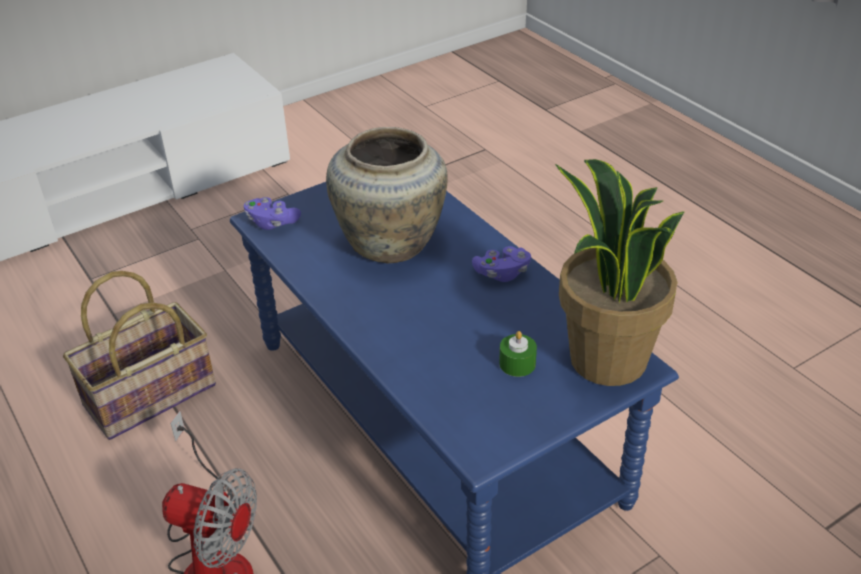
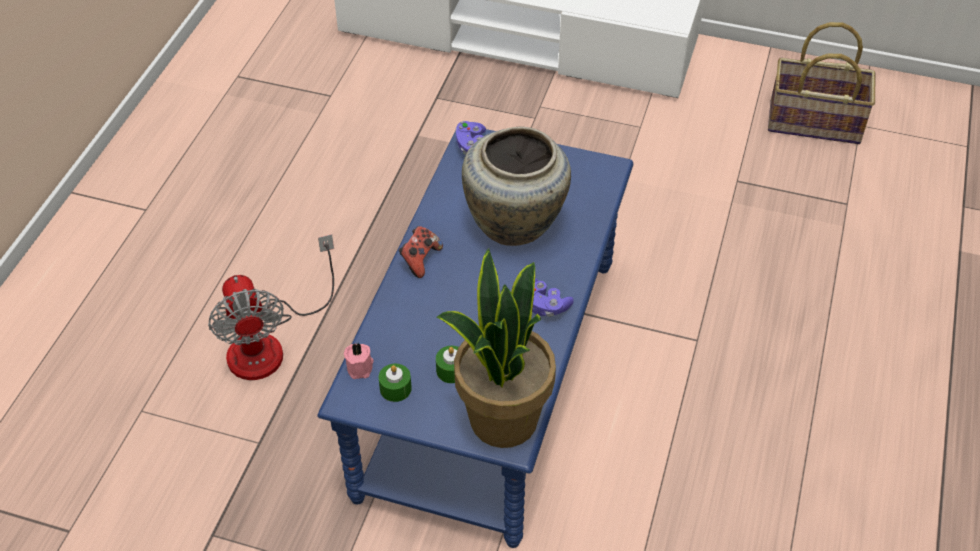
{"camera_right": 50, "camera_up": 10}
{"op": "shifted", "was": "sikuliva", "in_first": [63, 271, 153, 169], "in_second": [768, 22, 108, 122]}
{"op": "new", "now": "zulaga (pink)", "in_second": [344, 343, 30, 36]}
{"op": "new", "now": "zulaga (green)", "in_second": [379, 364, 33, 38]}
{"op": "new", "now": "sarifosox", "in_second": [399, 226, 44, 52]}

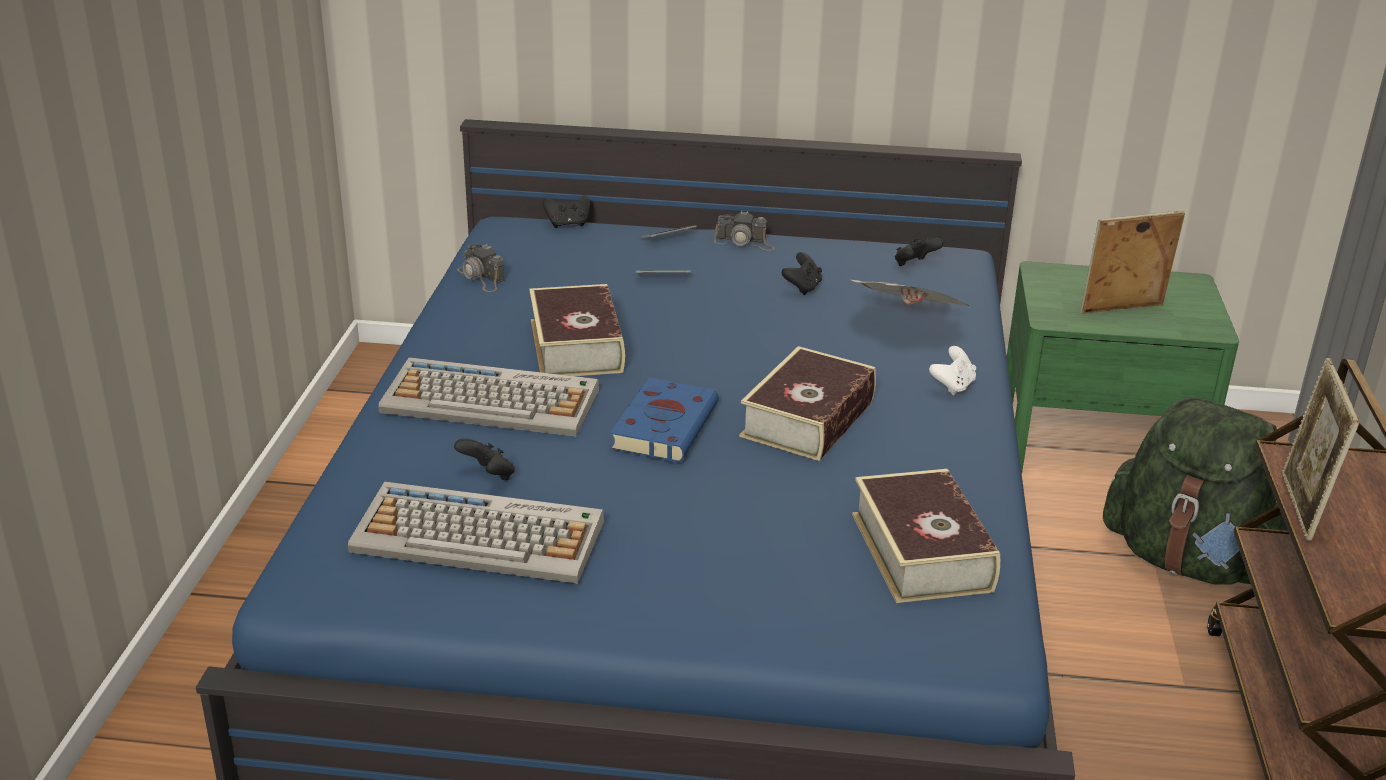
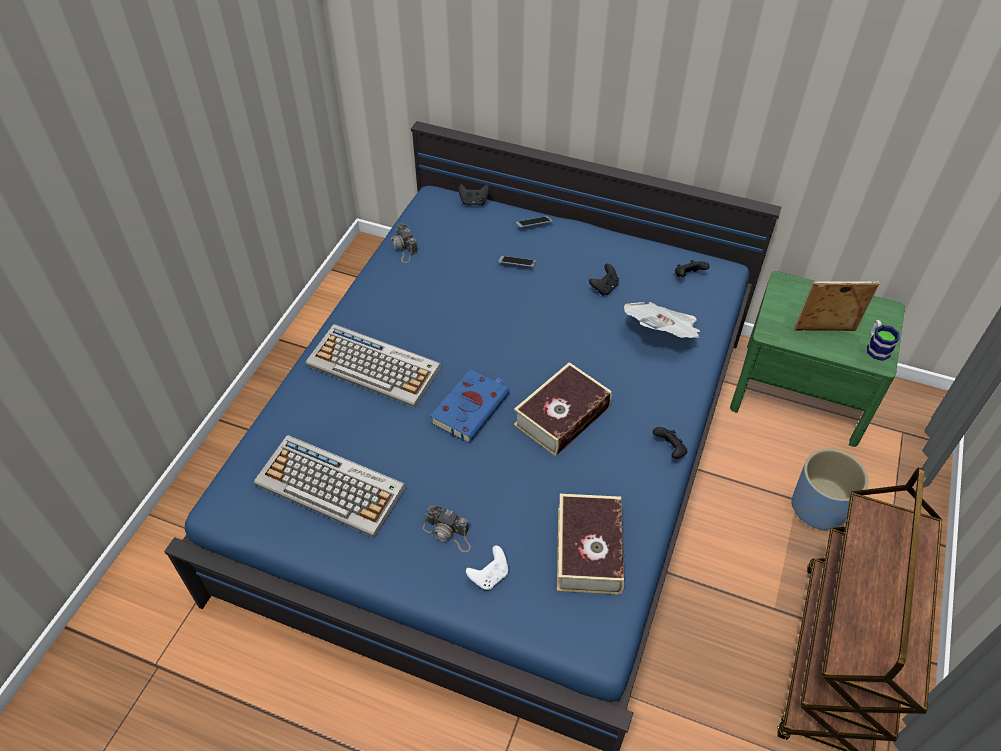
{"camera_right": 15, "camera_up": 20}
{"op": "shifted", "was": "sarifosox (black)", "in_first": [454, 439, 61, 41], "in_second": [653, 427, 35, 32]}
{"op": "gone", "was": "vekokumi", "in_first": [529, 284, 96, 92]}
{"op": "shifted", "was": "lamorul", "in_first": [714, 211, 61, 40], "in_second": [423, 506, 48, 46]}
{"op": "shifted", "was": "sarifosox (white)", "in_first": [929, 346, 47, 49], "in_second": [466, 545, 42, 45]}
{"op": "swapped", "was": "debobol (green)", "now": "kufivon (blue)", "in_first": [1103, 398, 185, 187], "in_second": [792, 449, 76, 82]}
{"op": "gone", "was": "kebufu", "in_first": [1281, 358, 79, 183]}
{"op": "new", "now": "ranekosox", "in_second": [867, 320, 33, 41]}

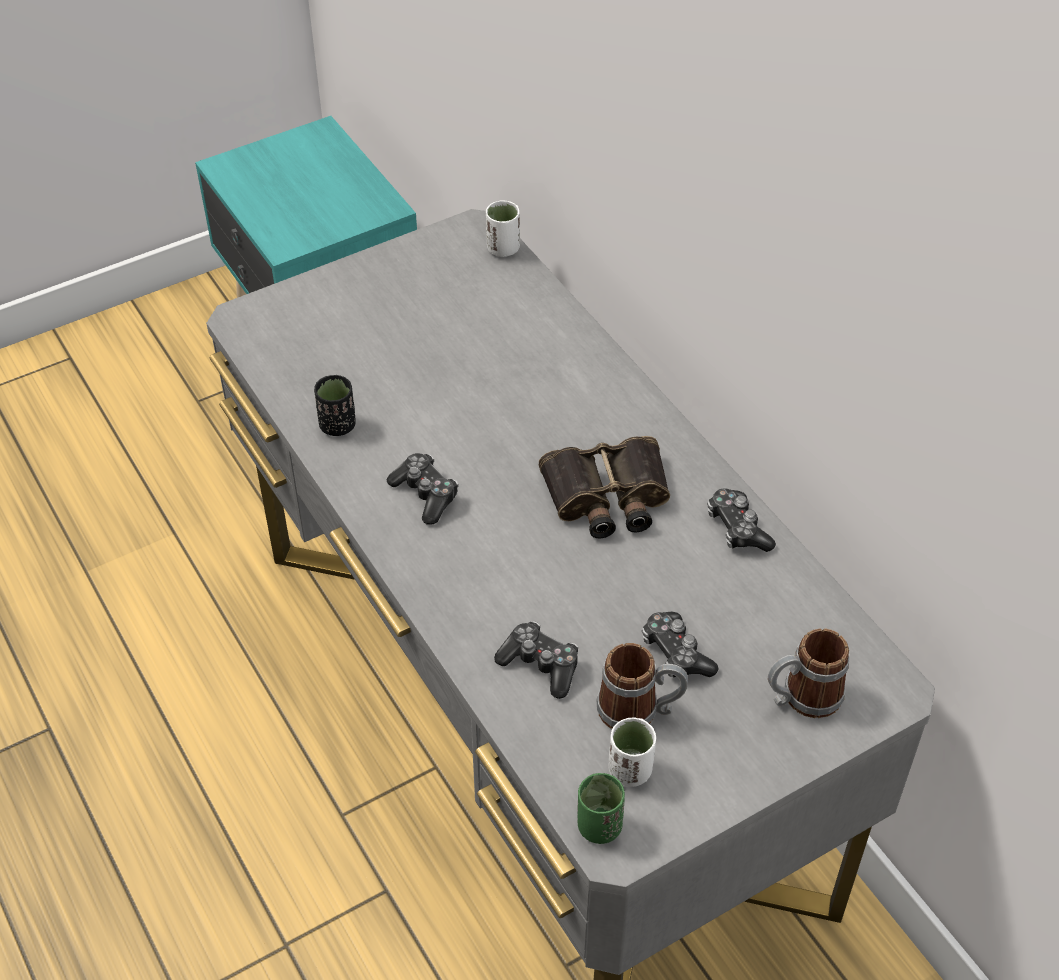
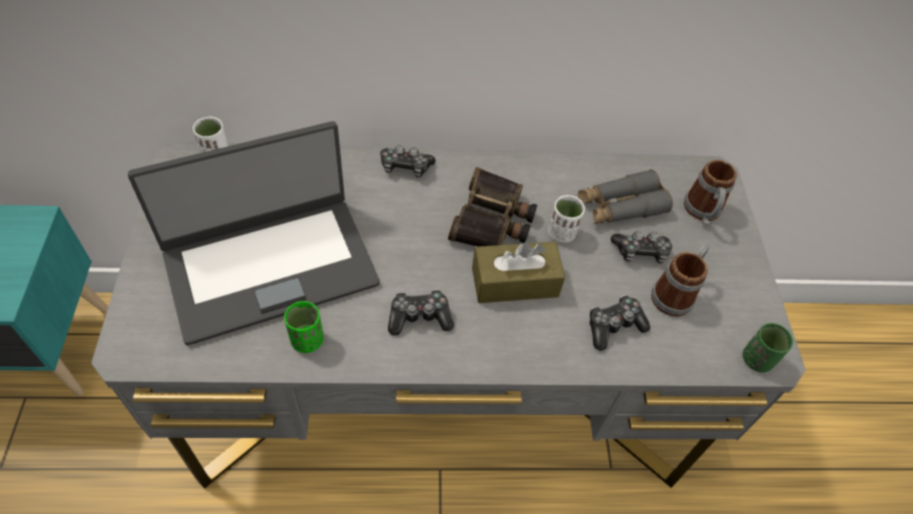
{"camera_right": -65, "camera_up": 5}
{"op": "repainted", "was": "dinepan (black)", "now": "dinepan (green)", "in_first": [314, 375, 42, 61], "in_second": [284, 301, 40, 52]}
{"op": "shifted", "was": "dinepan (white)", "in_first": [609, 718, 47, 69], "in_second": [548, 195, 37, 48]}
{"op": "shifted", "was": "sarifosox", "in_first": [707, 489, 69, 63], "in_second": [380, 145, 55, 33]}
{"op": "new", "now": "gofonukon", "in_second": [128, 121, 252, 224]}
{"op": "new", "now": "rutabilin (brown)", "in_second": [472, 242, 93, 61]}
{"op": "new", "now": "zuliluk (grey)", "in_second": [578, 169, 95, 55]}

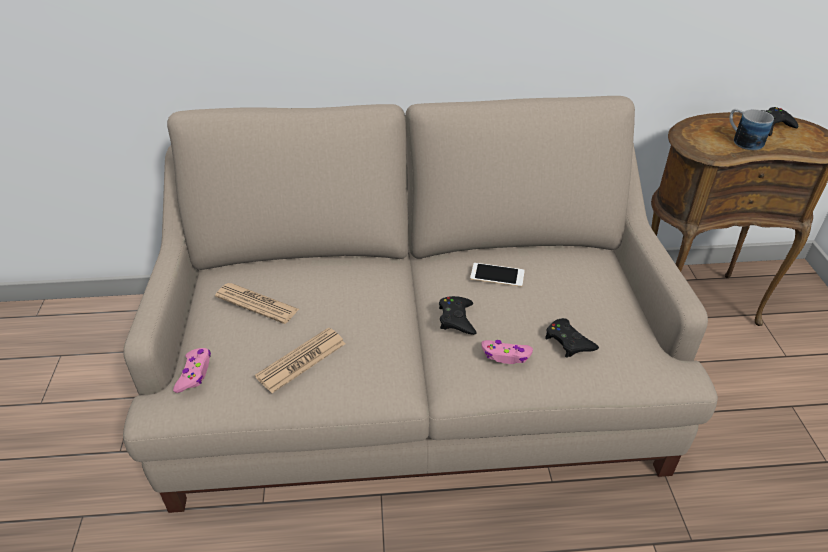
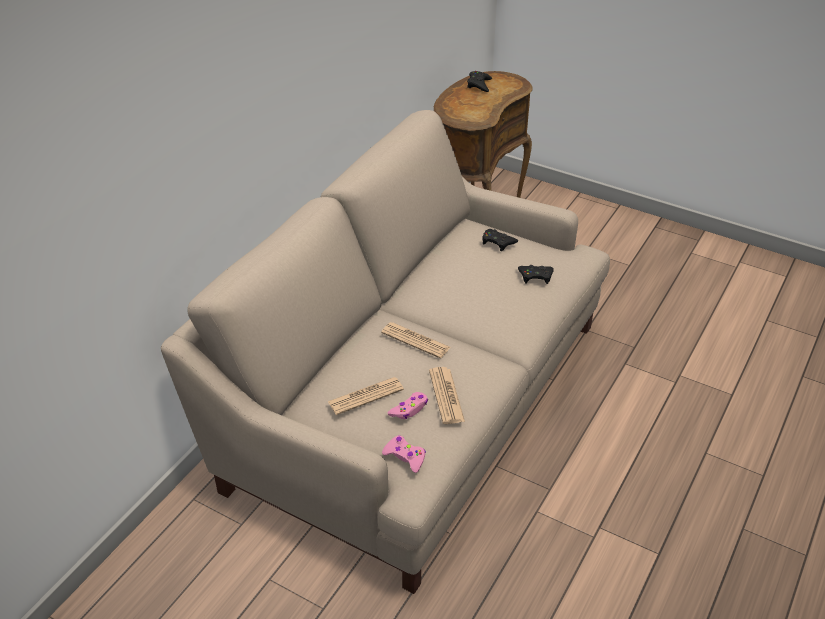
{"camera_right": -55, "camera_up": 0}
{"op": "shifted", "was": "sarifosox (black)", "in_first": [439, 296, 38, 39], "in_second": [482, 229, 36, 22]}
{"op": "gone", "was": "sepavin", "in_first": [470, 263, 55, 24]}
{"op": "shifted", "was": "sarifosox (pink)", "in_first": [481, 340, 52, 24], "in_second": [388, 392, 40, 27]}
{"op": "gone", "was": "ranekosox", "in_first": [729, 108, 45, 42]}
{"op": "new", "now": "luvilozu", "in_second": [381, 322, 70, 36]}

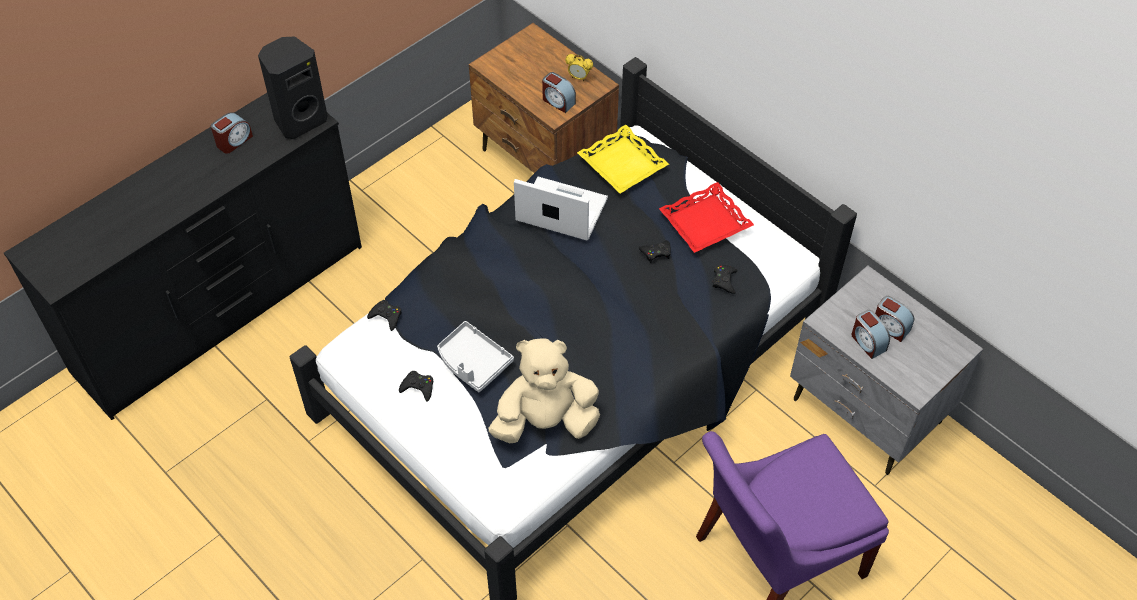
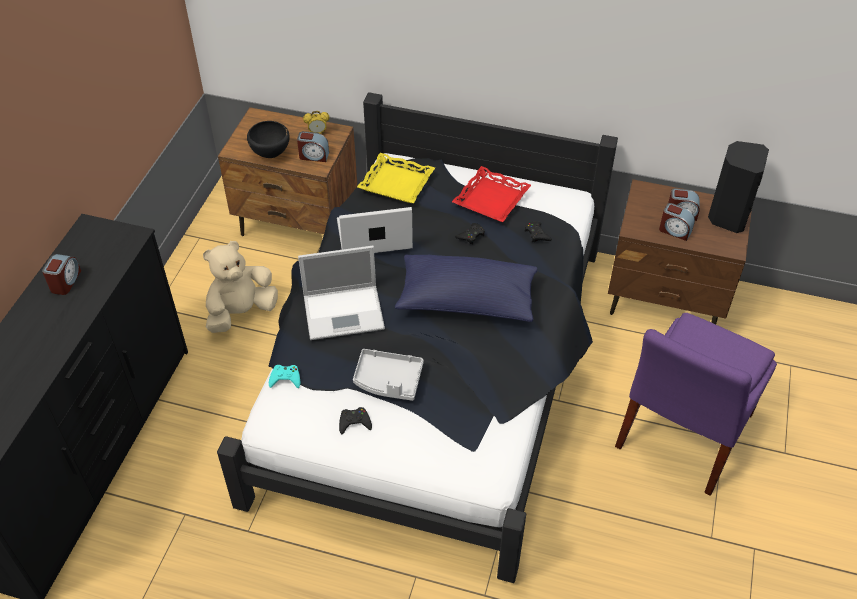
{"camera_right": -30, "camera_up": -5}
{"op": "shifted", "was": "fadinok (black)", "in_first": [258, 36, 70, 103], "in_second": [708, 141, 61, 92]}
{"op": "repainted", "was": "sarifosox (black)", "now": "sarifosox (turquoise)", "in_first": [367, 300, 35, 31], "in_second": [269, 365, 31, 23]}
{"op": "shifted", "was": "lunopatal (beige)", "in_first": [489, 338, 111, 106], "in_second": [203, 241, 75, 92]}
{"op": "repainted", "was": "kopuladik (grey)", "now": "kopuladik (brown)", "in_first": [790, 265, 193, 210], "in_second": [608, 179, 144, 145]}
{"op": "new", "now": "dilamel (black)", "in_second": [247, 121, 43, 37]}
{"op": "new", "now": "gofonukon", "in_second": [298, 246, 87, 94]}
{"op": "new", "now": "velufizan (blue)", "in_second": [395, 255, 142, 67]}

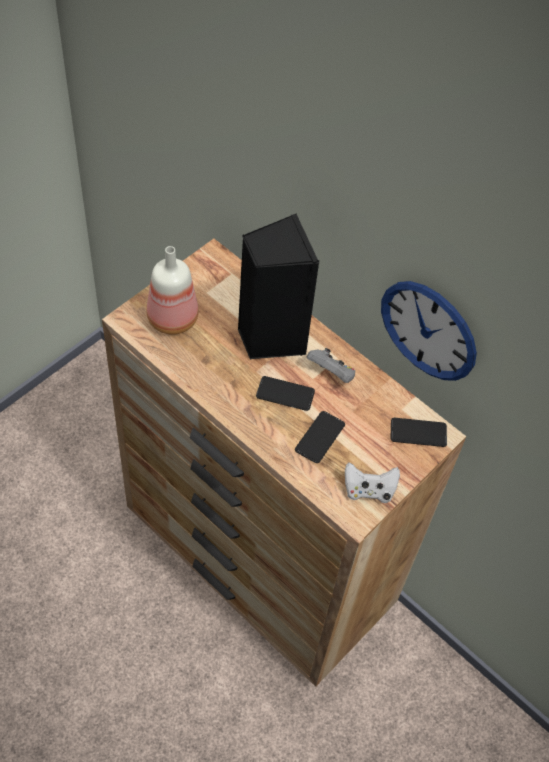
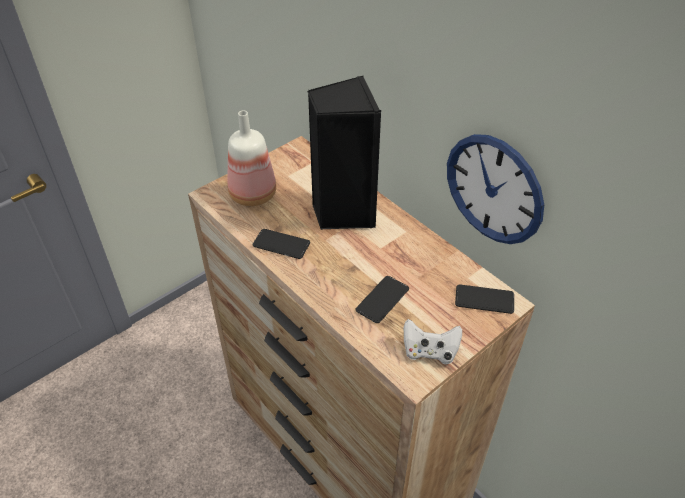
{"camera_right": 10, "camera_up": -10}
{"op": "shifted", "was": "sepavin", "in_first": [256, 376, 59, 35], "in_second": [253, 229, 57, 30]}
{"op": "gone", "was": "sarifosox (grey)", "in_first": [306, 348, 49, 35]}

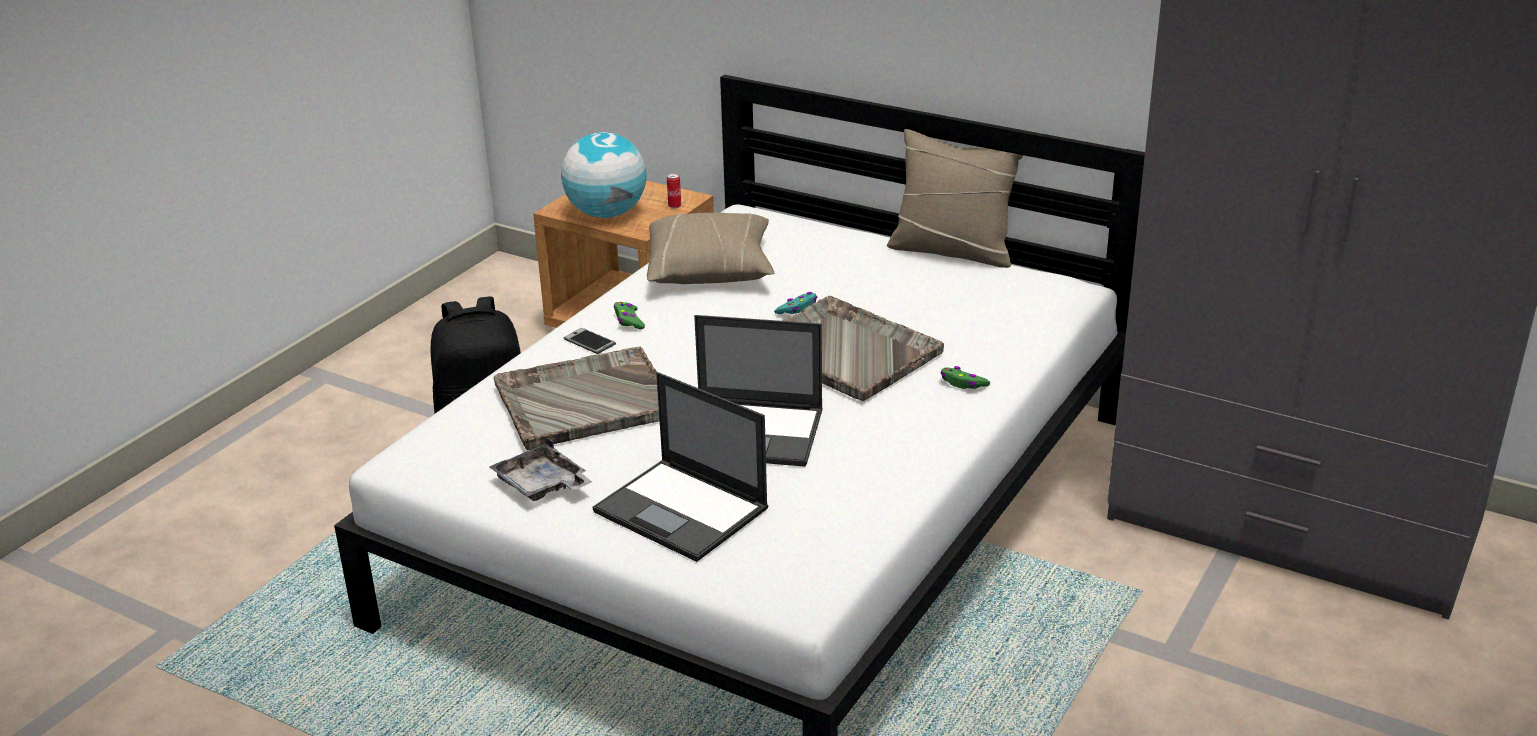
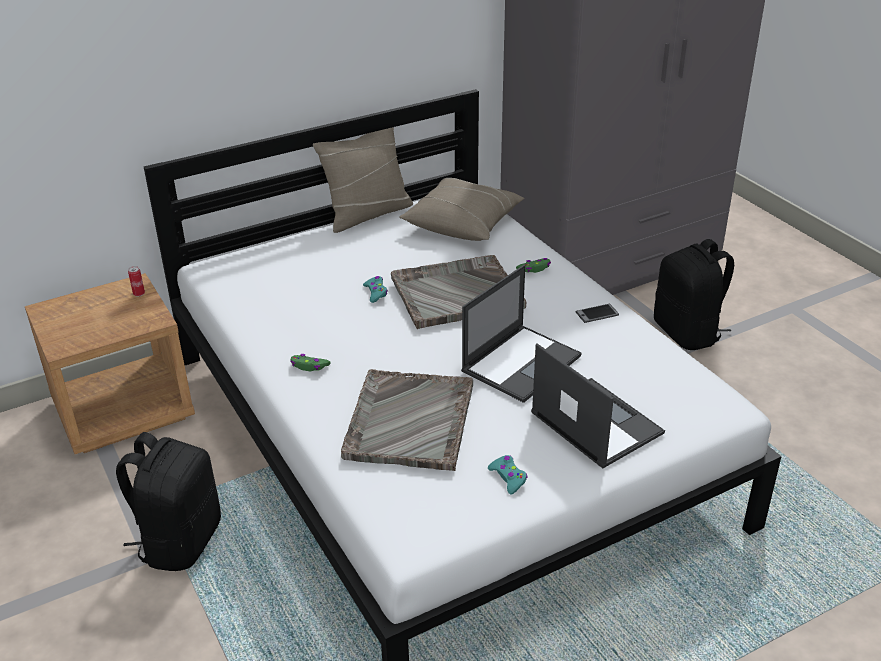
{"camera_right": -60, "camera_up": 5}
{"op": "swapped", "was": "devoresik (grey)", "now": "sarifosox (turquoise)", "in_first": [489, 437, 103, 64], "in_second": [488, 455, 40, 40]}
{"op": "gone", "was": "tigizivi", "in_first": [561, 132, 86, 86]}
{"op": "shifted", "was": "sepavin", "in_first": [564, 328, 52, 26], "in_second": [576, 304, 43, 19]}
{"op": "rotated", "was": "gofonukon", "in_first": [593, 372, 176, 190], "in_second": [531, 343, 134, 125], "clockwise": -105}
{"op": "shifted", "was": "velufizan (beige)", "in_first": [647, 212, 127, 72], "in_second": [399, 178, 126, 63]}
{"op": "new", "now": "debobol (black)", "in_second": [654, 239, 80, 111]}

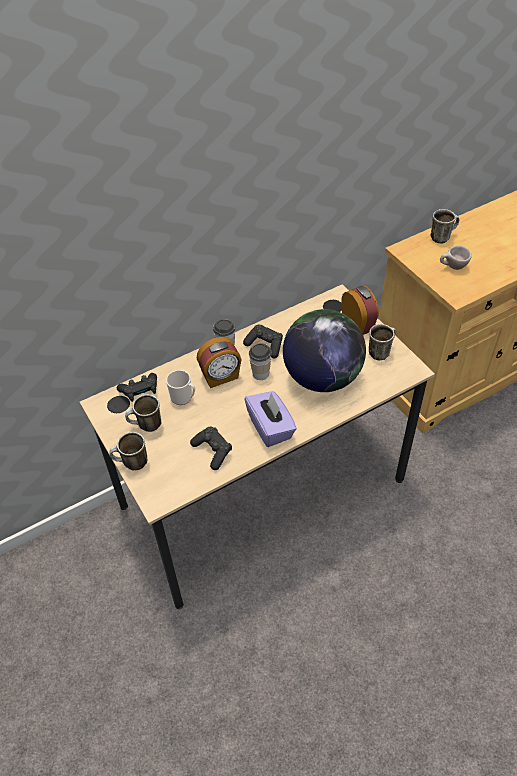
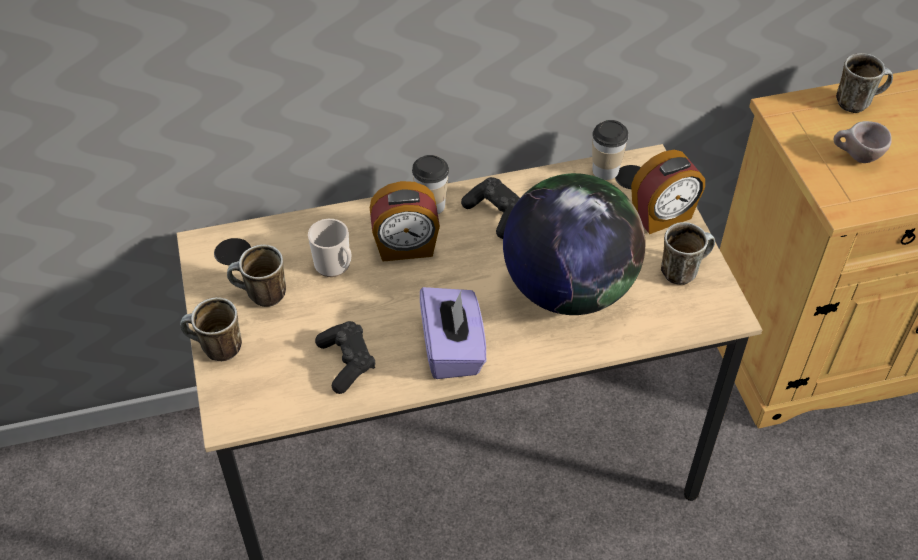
{"camera_right": 15, "camera_up": 0}
{"op": "gone", "was": "sarifosox (black)", "in_first": [117, 373, 40, 29]}
{"op": "shifted", "was": "dinepan", "in_first": [249, 343, 23, 37], "in_second": [592, 120, 37, 60]}
{"op": "rotated", "was": "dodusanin", "in_first": [341, 286, 38, 49], "in_second": [631, 150, 74, 84], "clockwise": 75}

